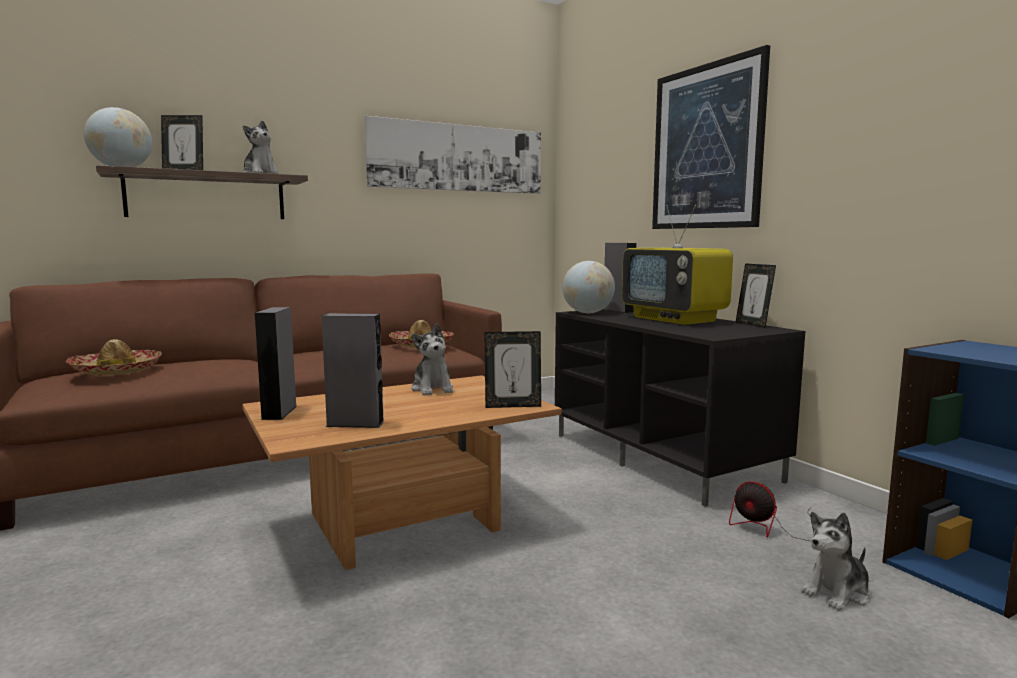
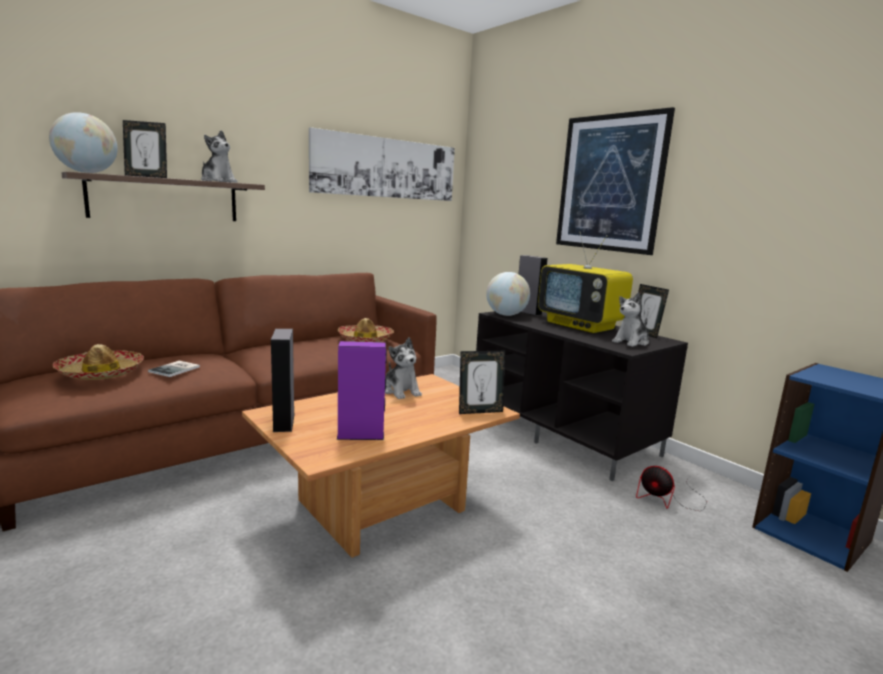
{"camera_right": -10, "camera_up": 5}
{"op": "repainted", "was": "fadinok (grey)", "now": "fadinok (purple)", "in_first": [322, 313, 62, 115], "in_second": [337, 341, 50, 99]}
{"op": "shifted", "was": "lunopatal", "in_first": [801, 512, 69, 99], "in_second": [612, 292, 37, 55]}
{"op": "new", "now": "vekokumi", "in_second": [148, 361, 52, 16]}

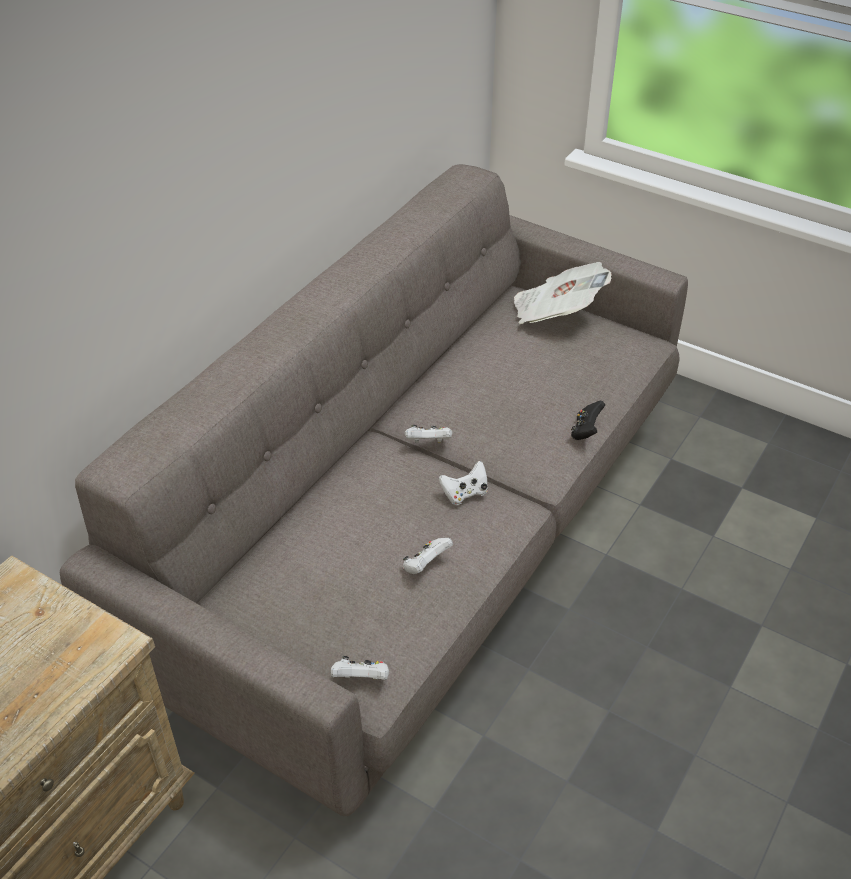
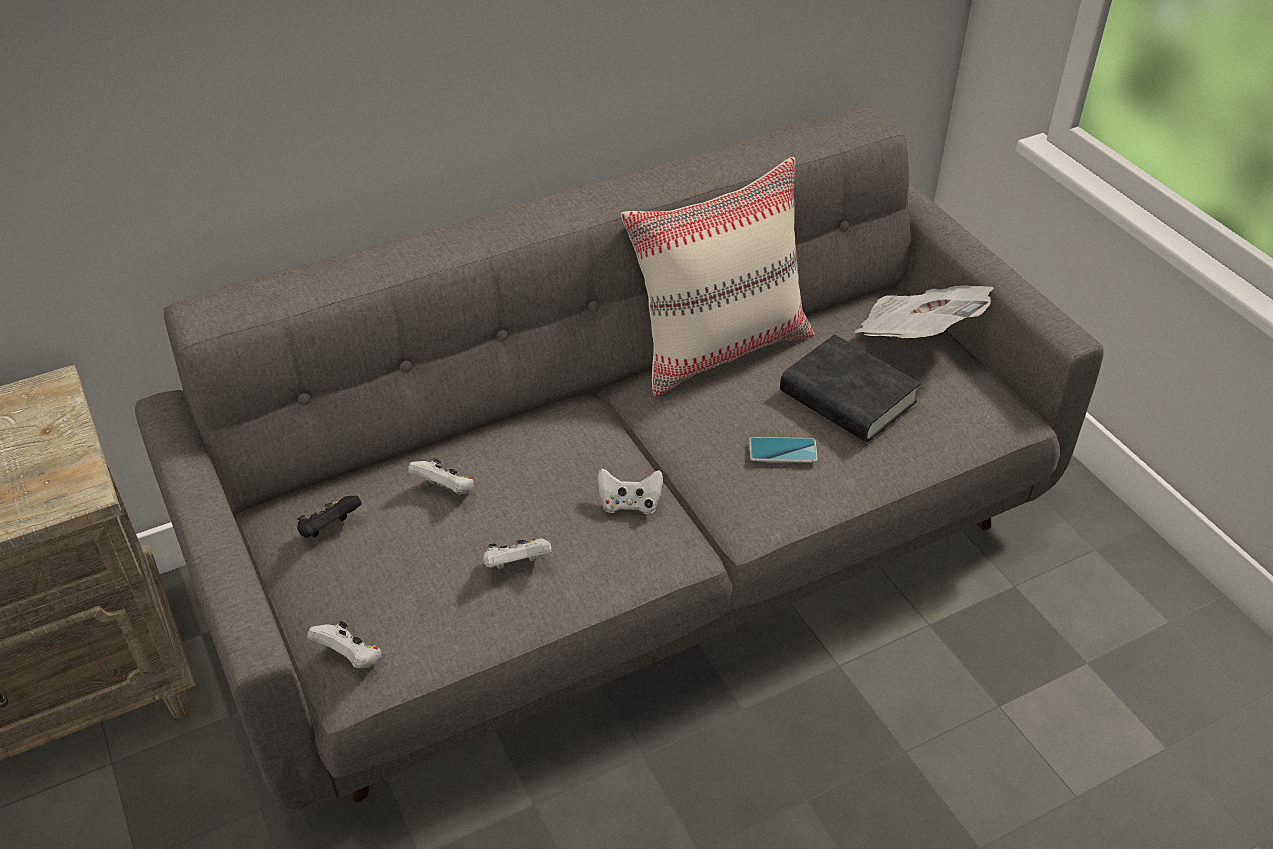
{"camera_right": 30, "camera_up": 0}
{"op": "shifted", "was": "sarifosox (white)", "in_first": [405, 425, 47, 18], "in_second": [408, 458, 66, 37]}
{"op": "shifted", "was": "sarifosox (black)", "in_first": [571, 401, 34, 39], "in_second": [297, 496, 65, 42]}
{"op": "new", "now": "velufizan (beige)", "in_second": [621, 157, 194, 240]}
{"op": "new", "now": "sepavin", "in_second": [749, 437, 69, 26]}
{"op": "new", "now": "vekokumi (black)", "in_second": [780, 335, 141, 107]}

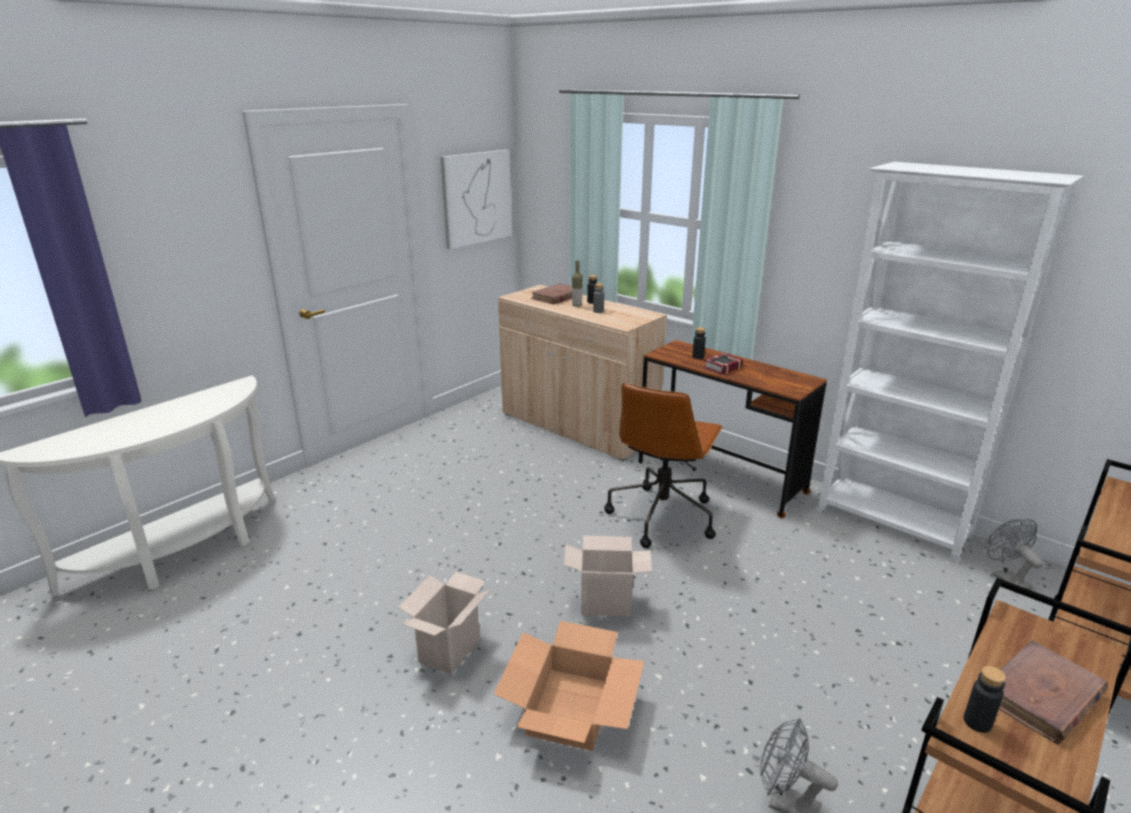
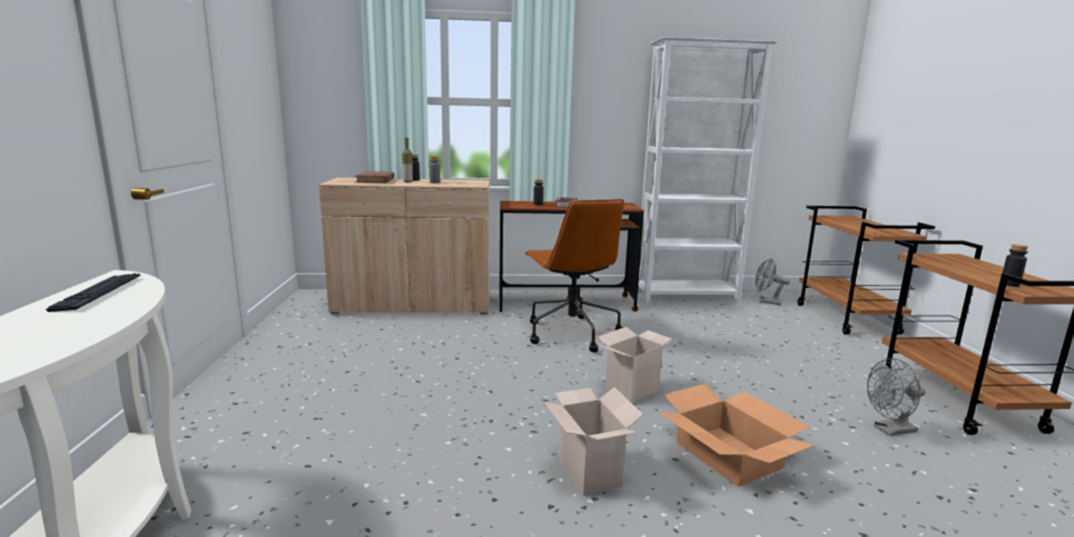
{"camera_right": -45, "camera_up": -10}
{"op": "gone", "was": "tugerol", "in_first": [440, 150, 72, 100]}
{"op": "gone", "was": "vekokumi (brown)", "in_first": [999, 641, 110, 104]}
{"op": "new", "now": "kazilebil", "in_second": [45, 273, 96, 39]}

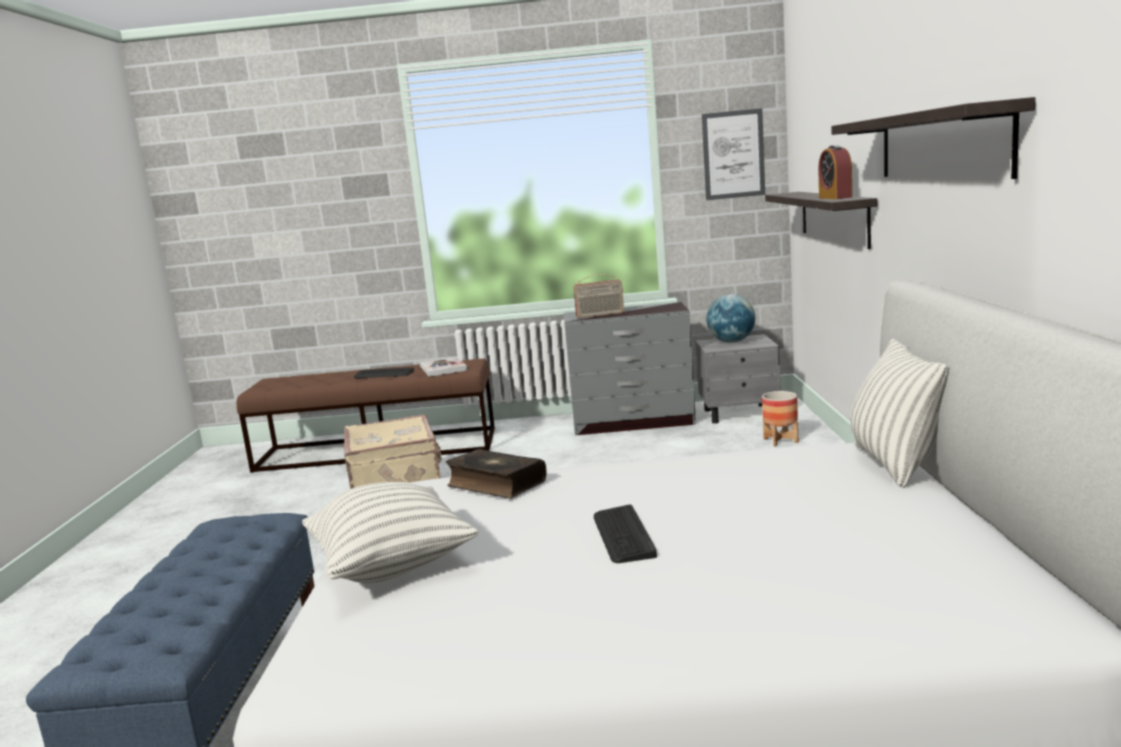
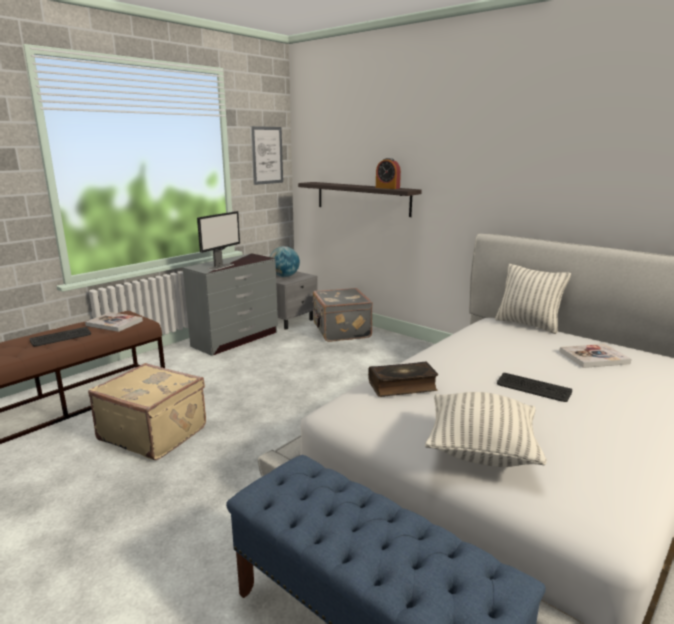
{"camera_right": -50, "camera_up": 5}
{"op": "swapped", "was": "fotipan", "now": "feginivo", "in_first": [573, 274, 51, 44], "in_second": [197, 211, 43, 59]}
{"op": "swapped", "was": "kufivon", "now": "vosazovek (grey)", "in_first": [762, 391, 36, 55], "in_second": [313, 288, 60, 54]}
{"op": "gone", "was": "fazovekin", "in_first": [831, 97, 204, 82]}
{"op": "new", "now": "vekokumi", "in_second": [559, 344, 73, 24]}

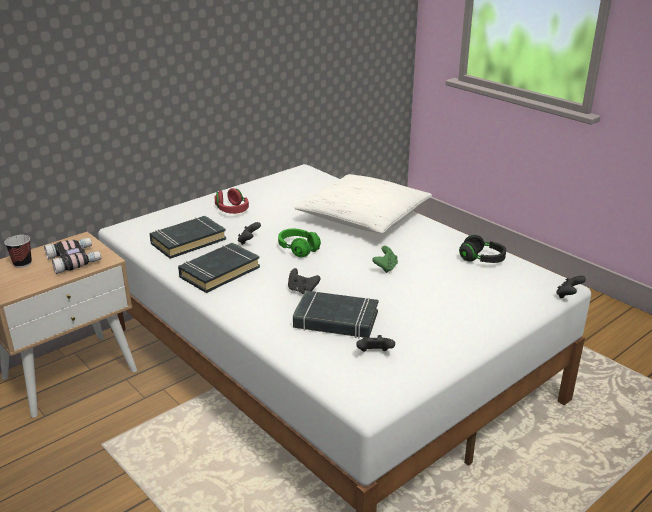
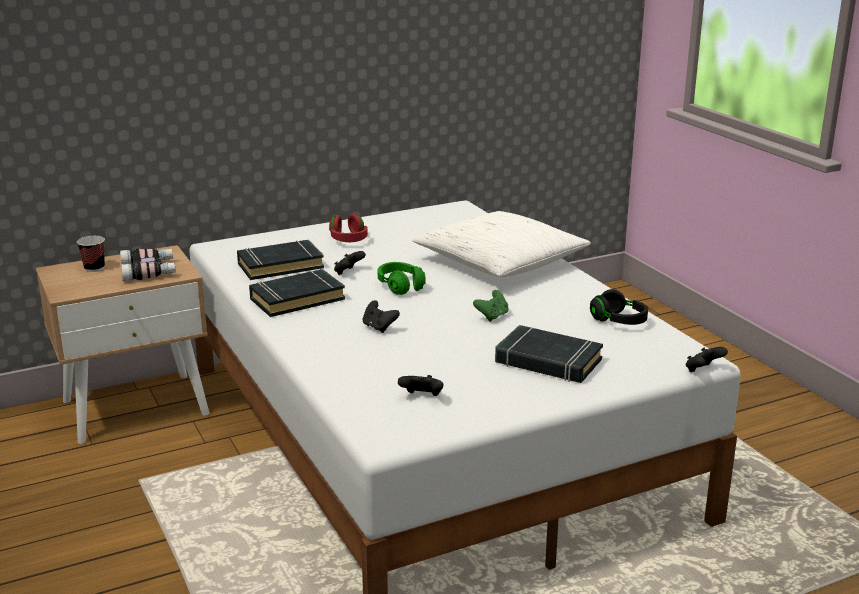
{"camera_right": 15, "camera_up": -5}
{"op": "shifted", "was": "vekokumi (black)", "in_first": [293, 290, 85, 48], "in_second": [495, 325, 108, 58]}

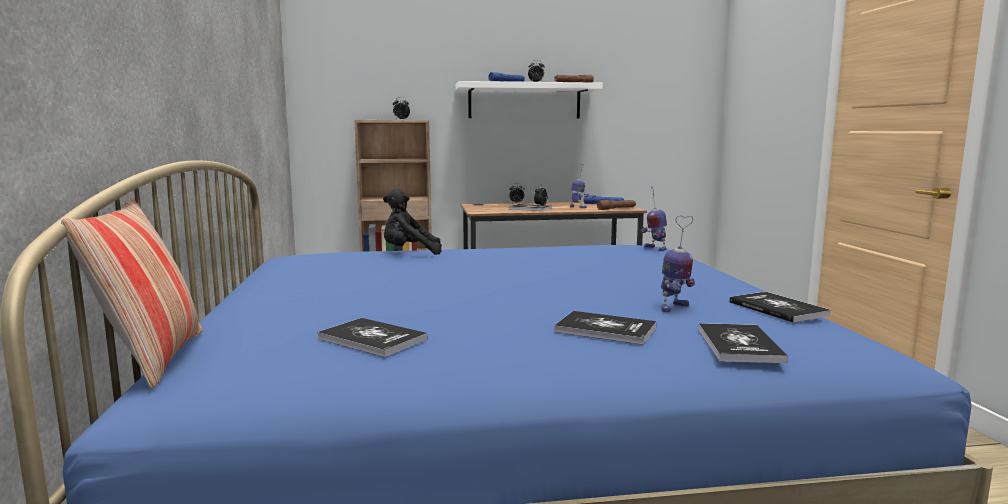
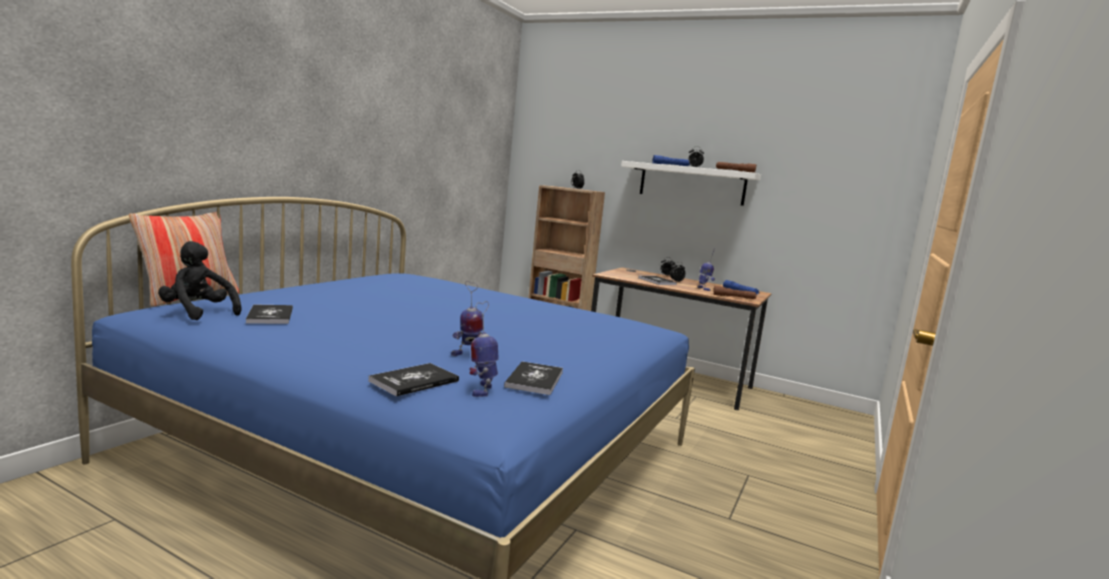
{"camera_right": 35, "camera_up": 0}
{"op": "shifted", "was": "lunopatal (black)", "in_first": [383, 189, 59, 66], "in_second": [158, 241, 84, 79]}
{"op": "gone", "was": "vekokumi", "in_first": [554, 311, 102, 34]}
{"op": "shifted", "was": "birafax", "in_first": [641, 186, 26, 65], "in_second": [469, 301, 30, 96]}

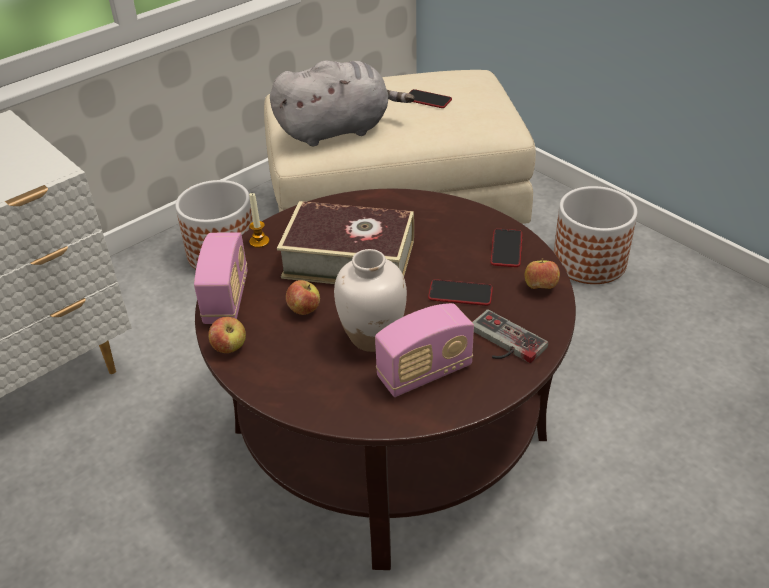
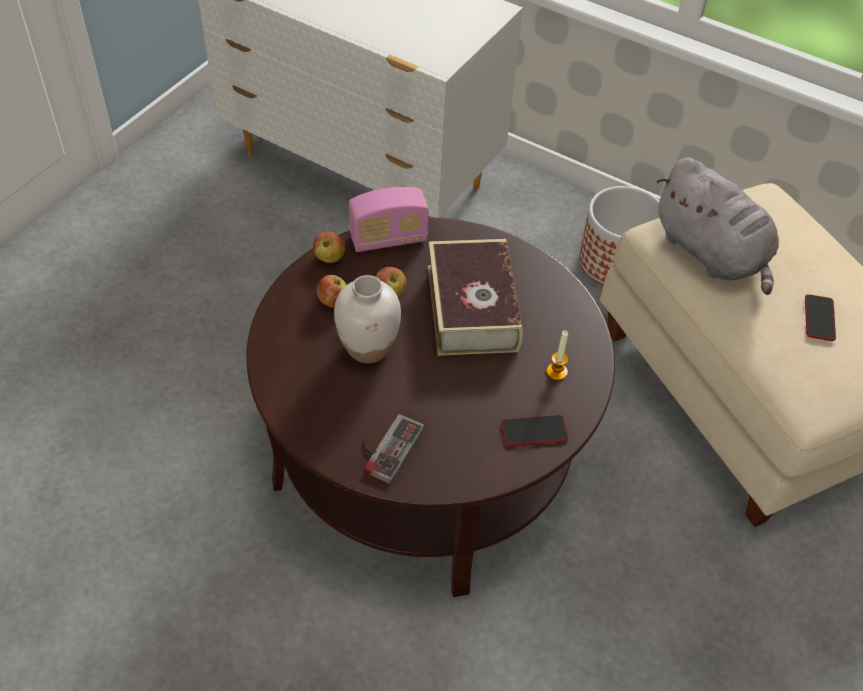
{"camera_right": 70, "camera_up": 10}
{"op": "shifted", "was": "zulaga", "in_first": [249, 193, 20, 55], "in_second": [546, 331, 22, 50]}
{"op": "gone", "was": "fotipan", "in_first": [375, 303, 99, 94]}
{"op": "gone", "was": "sepavin", "in_first": [428, 279, 65, 27]}
{"op": "shifted", "was": "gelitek", "in_first": [525, 258, 35, 31], "in_second": [317, 275, 30, 32]}
{"op": "gone", "was": "kufivon", "in_first": [554, 186, 83, 98]}

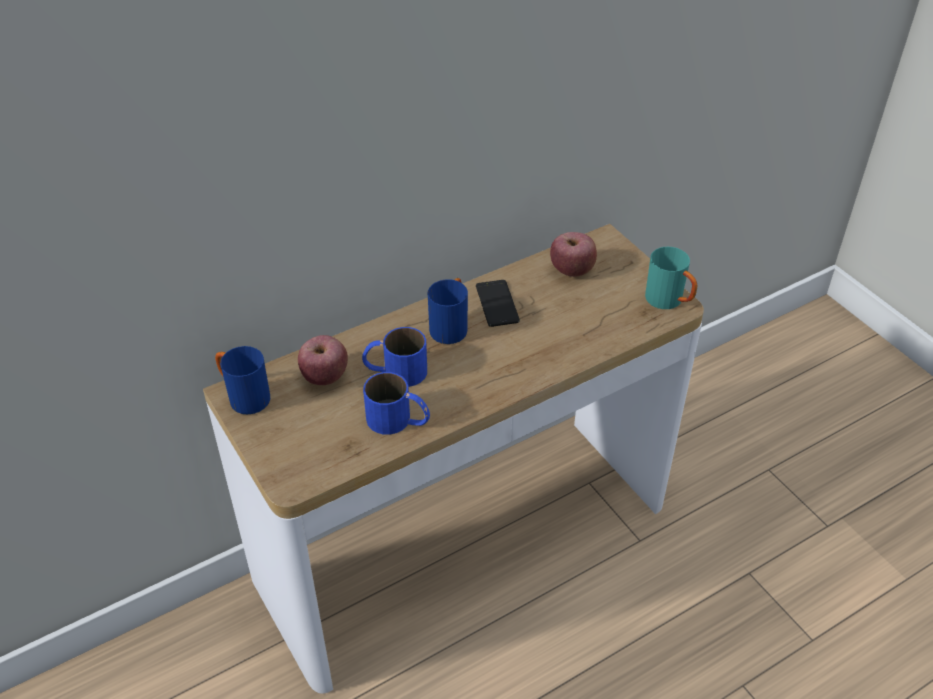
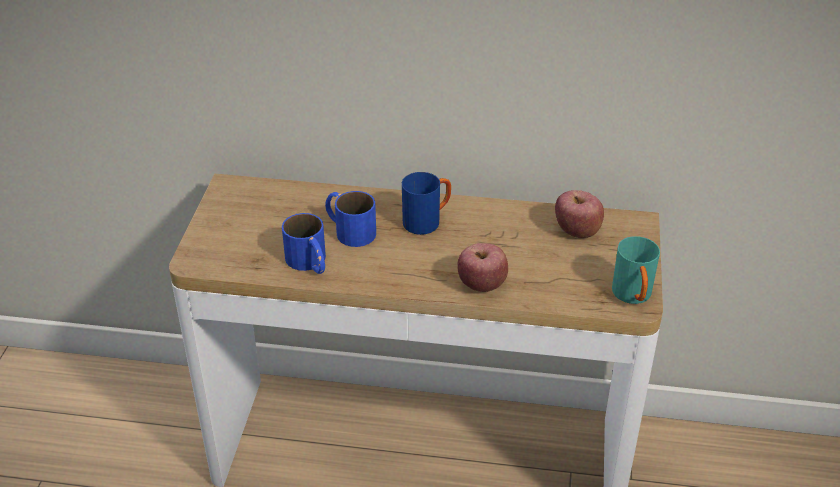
{"camera_right": 40, "camera_up": -5}
{"op": "gone", "was": "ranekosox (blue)", "in_first": [215, 346, 55, 68]}
{"op": "shifted", "was": "gelitek", "in_first": [298, 335, 50, 50], "in_second": [457, 243, 51, 49]}
{"op": "gone", "was": "sepavin", "in_first": [476, 280, 44, 47]}

